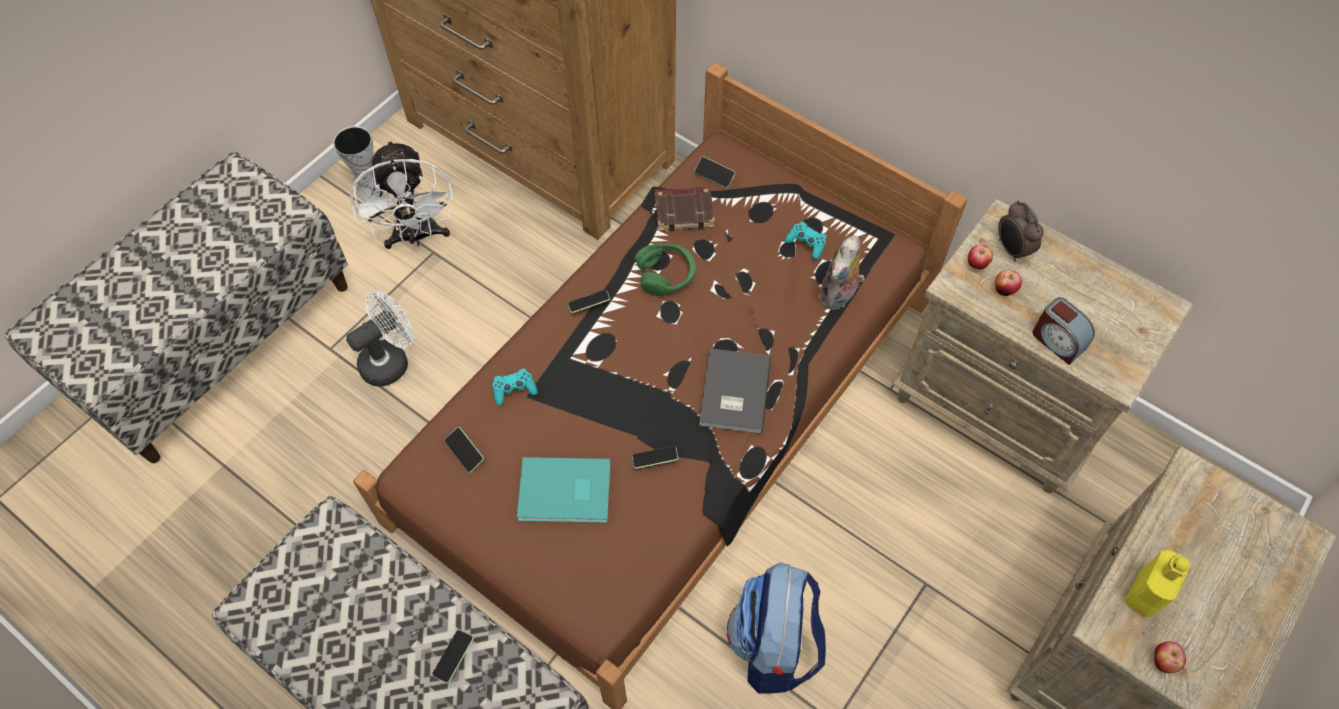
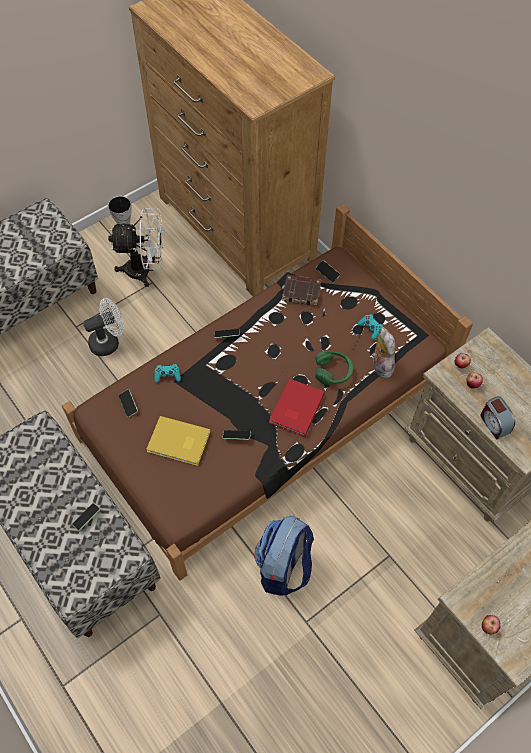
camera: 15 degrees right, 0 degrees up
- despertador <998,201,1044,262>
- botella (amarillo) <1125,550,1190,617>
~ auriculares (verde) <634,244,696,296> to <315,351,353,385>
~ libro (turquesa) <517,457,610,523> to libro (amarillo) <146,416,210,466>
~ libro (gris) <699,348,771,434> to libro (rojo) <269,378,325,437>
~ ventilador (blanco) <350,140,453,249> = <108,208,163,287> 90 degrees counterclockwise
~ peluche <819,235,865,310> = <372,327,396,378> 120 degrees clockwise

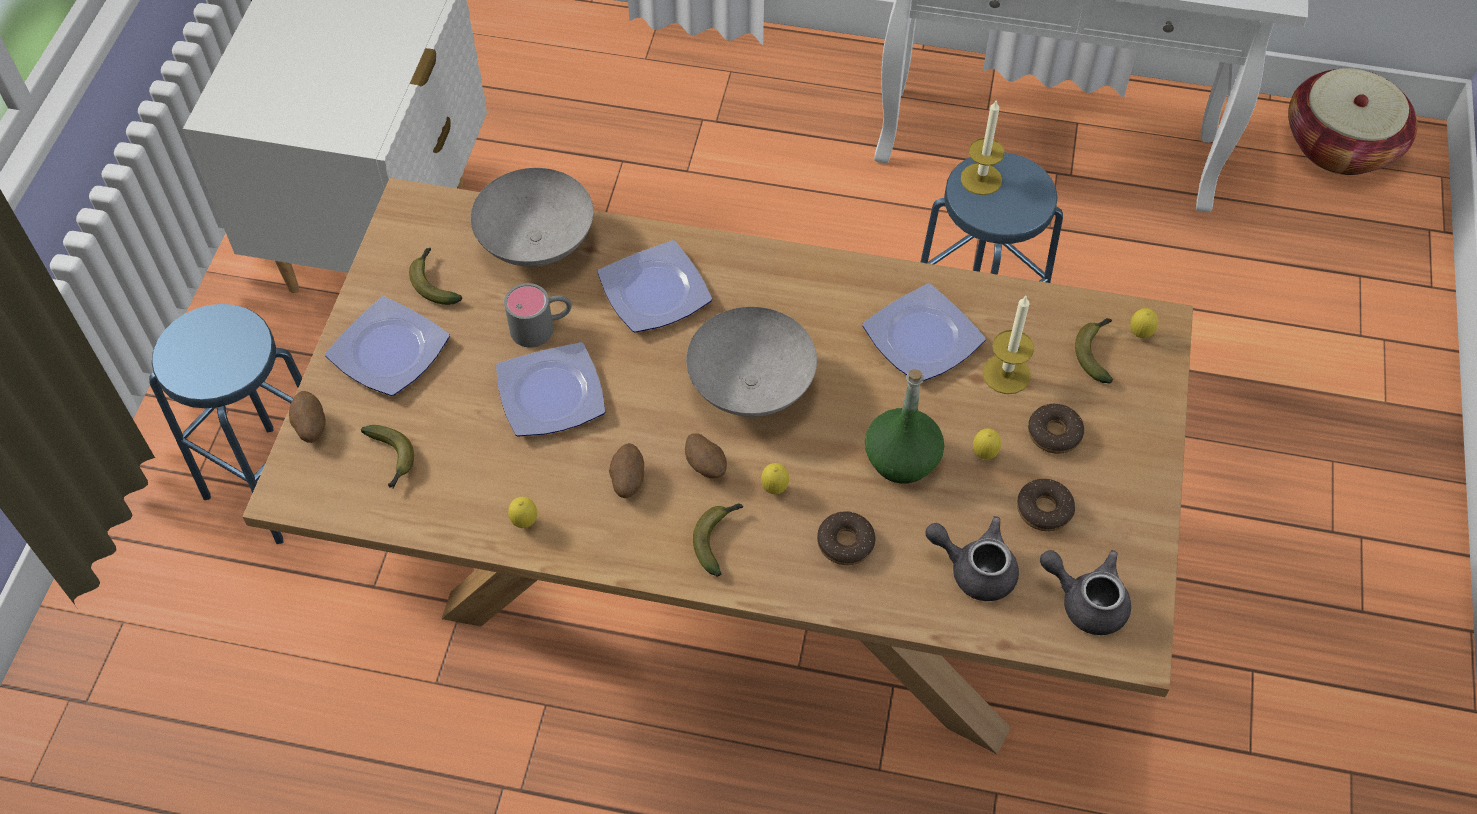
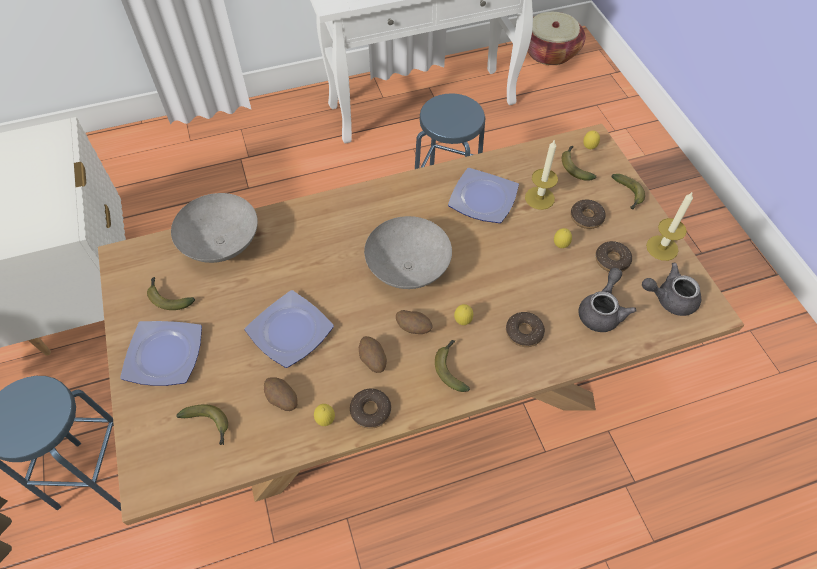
camera: 30 degrees left, 0 degrees up
- taza grande (gris) <504,283,572,348>
- plato <597,240,712,333>
- botella (verde) <865,369,944,484>
+ rosquilla <350,388,391,429>
+ plátano <611,174,645,210>
~ patata <289,391,326,443> to <264,377,298,411>
~ vela <961,99,1005,195> to <646,191,693,261>
~ tetera (gris) <925,516,1019,601> = <578,268,636,332> 120 degrees clockwise

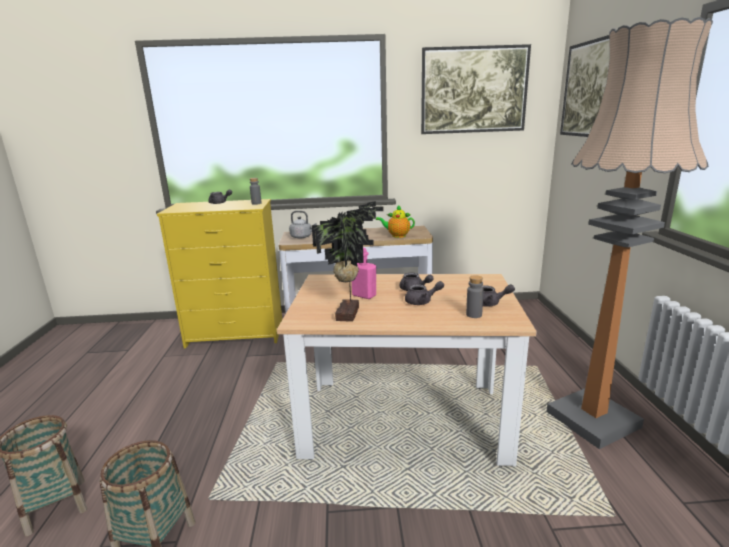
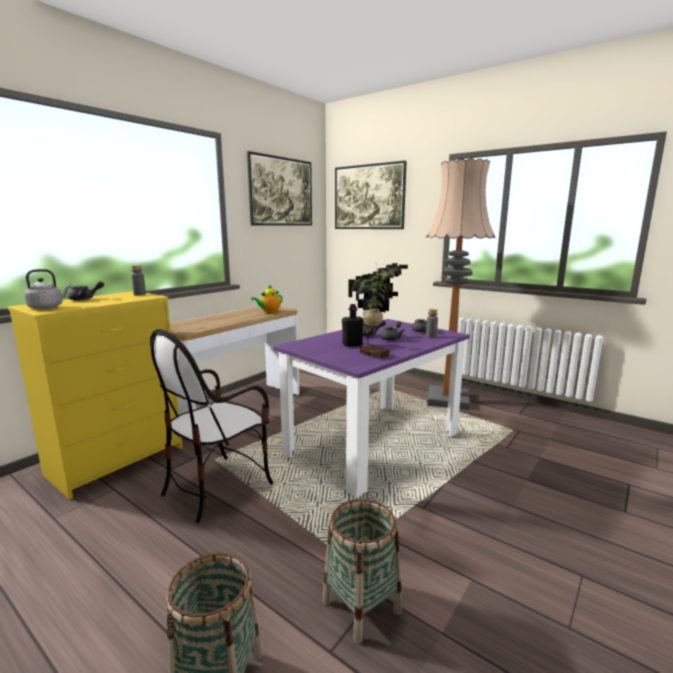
camera: 50 degrees left, 5 degrees down
+ silla <150,329,273,523>
~ hervidor (gris) <289,211,316,239> to <24,269,71,309>
~ mesa de comedor (beis) <277,274,537,467> to mesa de comedor (morado) <274,319,470,498>
~ botella (rosa) <352,248,376,299> to botella (negro) <342,304,364,347>

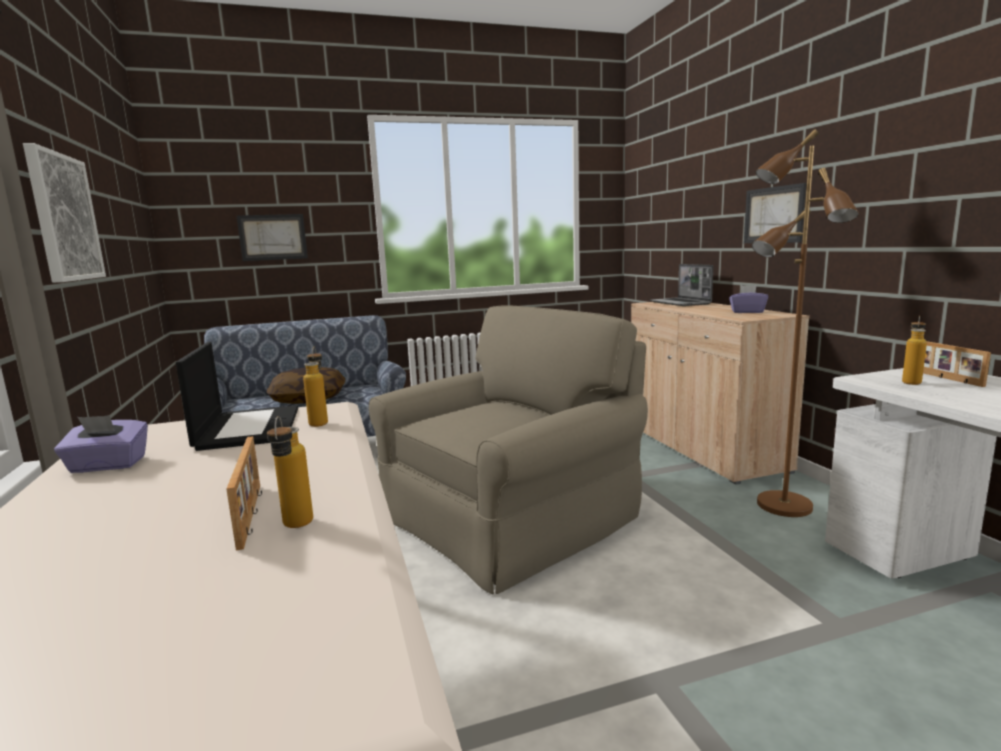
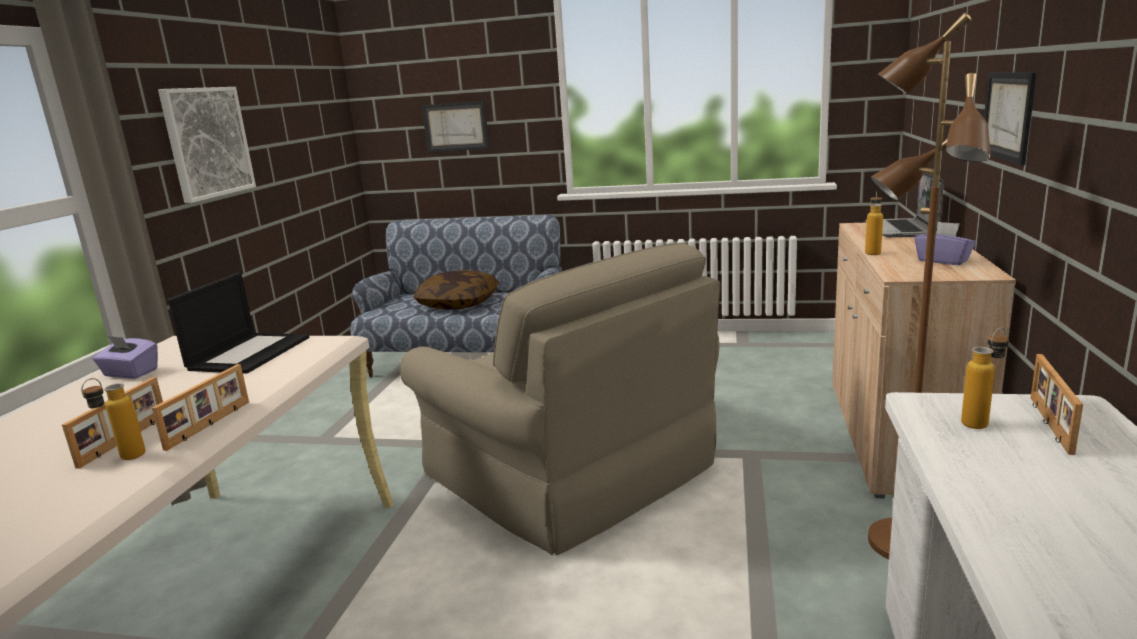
camera: 30 degrees right, 5 degrees up
+ portarretratos <152,364,249,451>
~ botella <303,347,328,427> to <865,191,883,255>
~ sillón (beis) <369,305,648,594> = <400,243,720,555> 60 degrees clockwise

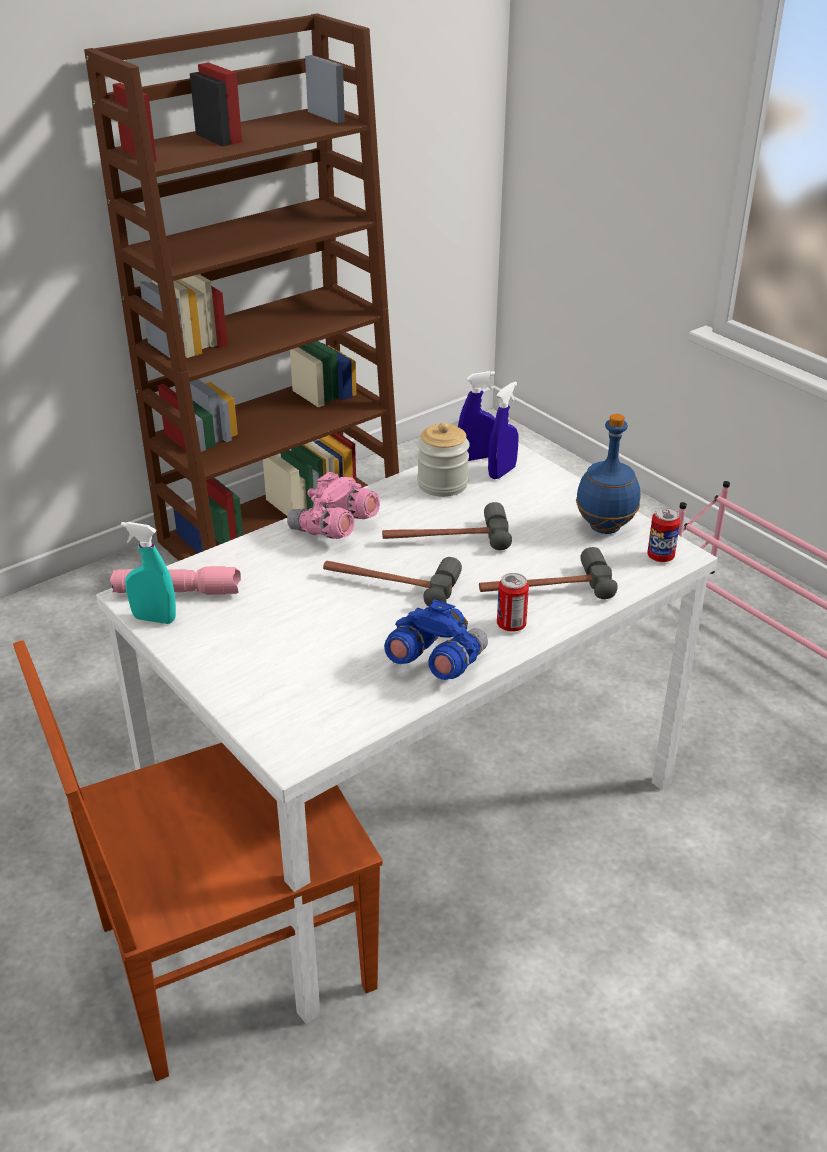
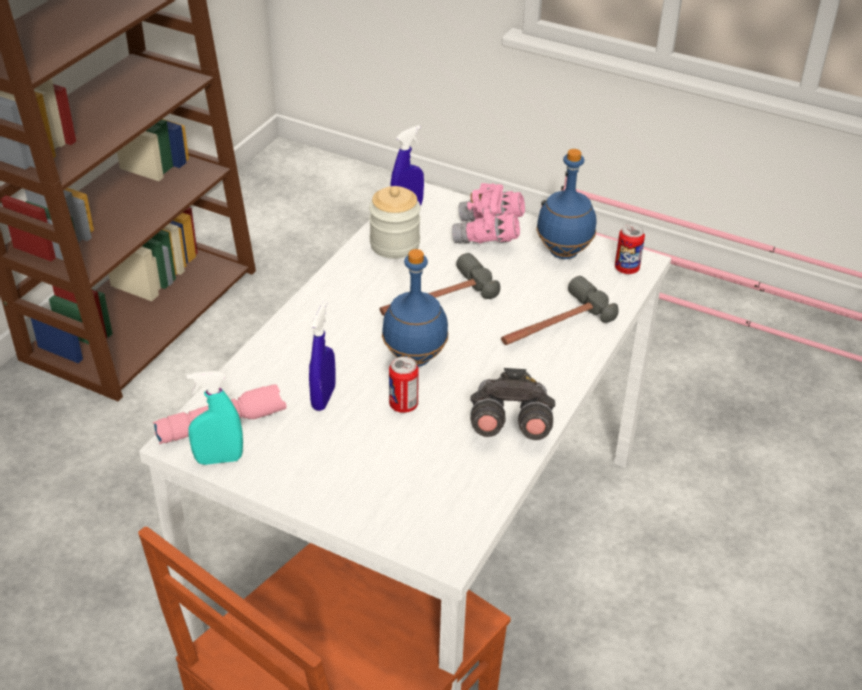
camera: 25 degrees left, 5 degrees up
~ prismáticos (rosa) <287,472,380,539> to <452,183,525,243>
~ pulverizador (azul) <488,381,519,479> to <309,301,336,411>
~ lata <497,573,529,632> to <389,357,419,413>
~ martillo <323,557,462,607> to botella (azul) <382,249,448,367>
~ prismáticos (azul) <384,599,488,680> to prismáticos (gris) <470,368,555,440>

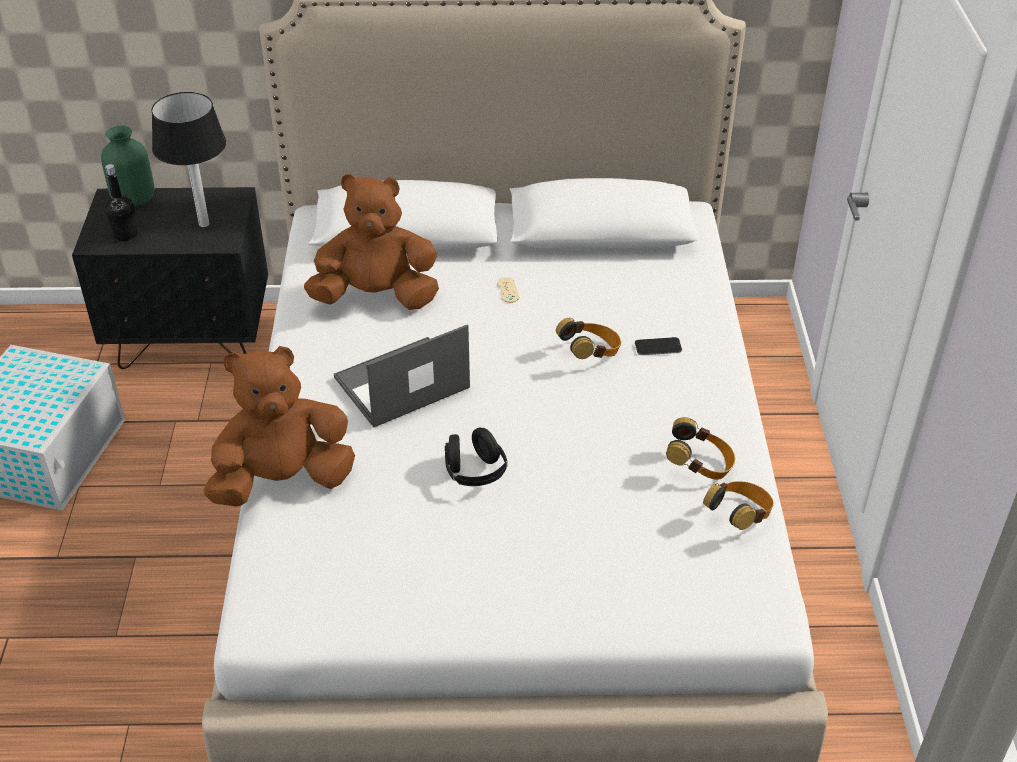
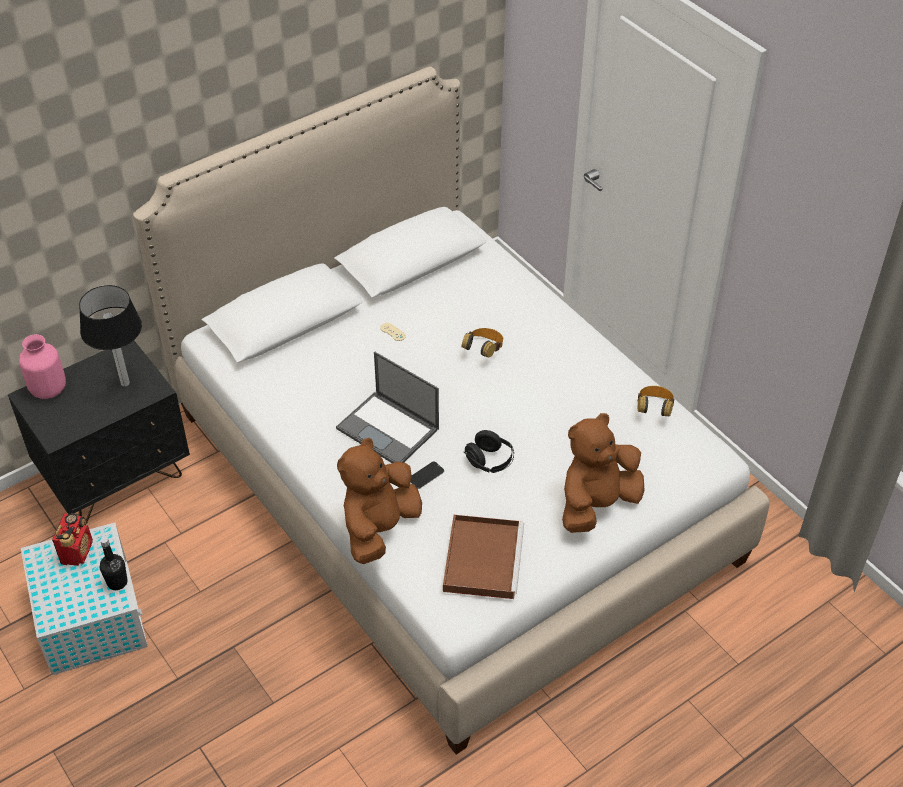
camera: 35 degrees left, 5 degrees up
- auriculares <666,417,735,480>
+ radio <52,513,93,566>
+ bandeja (marrón) <443,515,524,599>
~ botella (negro) <105,164,137,241> to <99,537,128,590>
~ peluche (marrón) <304,173,439,310> to <562,413,645,533>
~ móvil <635,337,682,355> to <411,461,444,489>
~ florero (verde) <101,126,154,207> to florero (rosa) <19,334,66,399>
~ portátil <334,324,470,428> = <336,351,439,463> 75 degrees counterclockwise

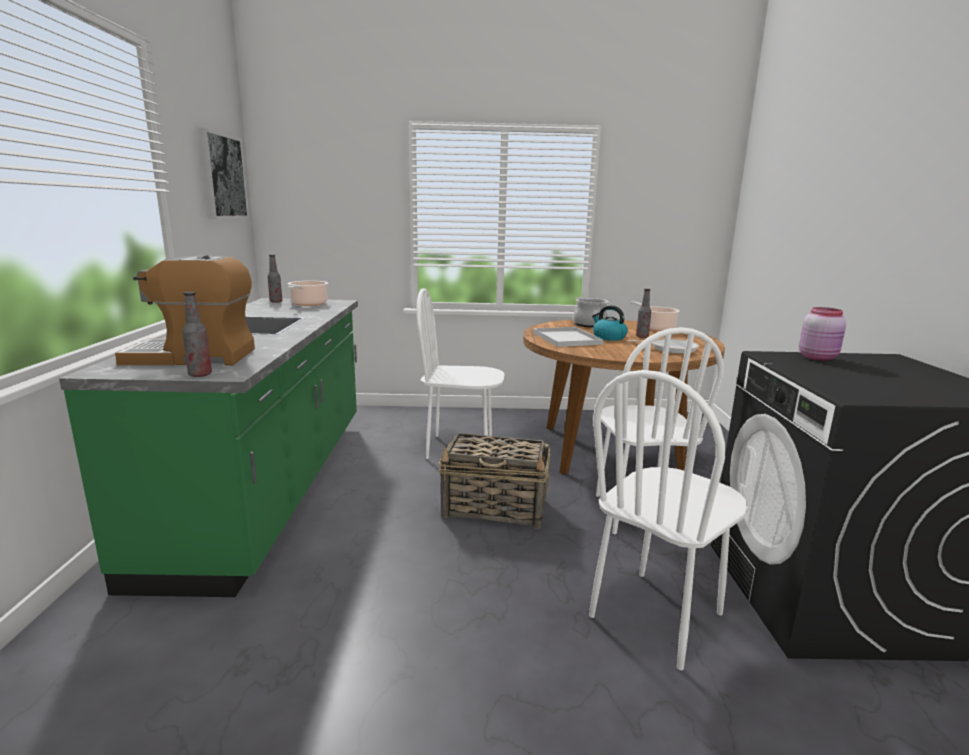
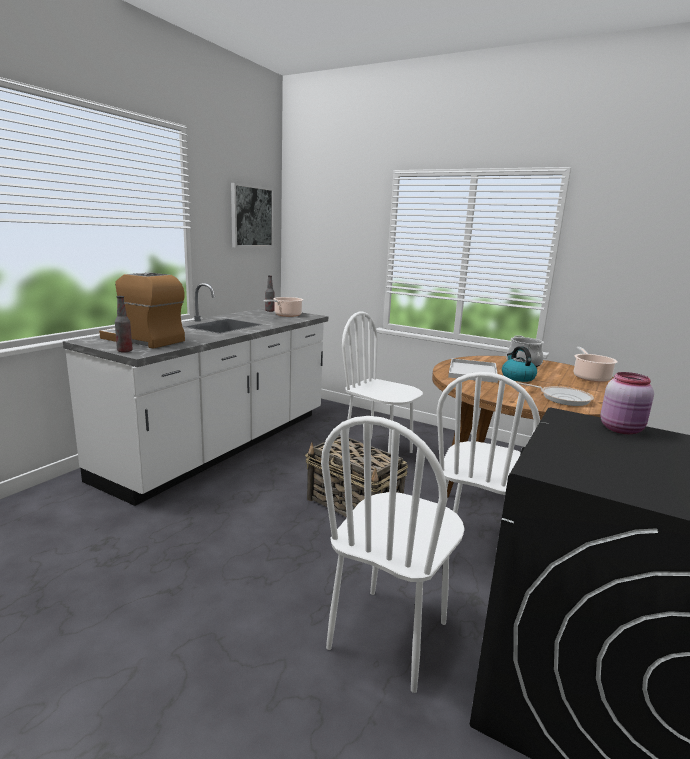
camera: 30 degrees right, 0 degrees up
- botella <636,289,651,338>
~ mueble bajo de cocina (verde) <59,298,358,597> to mueble bajo de cocina (blanco) <63,283,328,506>
~ silla (blanco) <589,370,748,670> = <321,416,465,693> 45 degrees counterclockwise

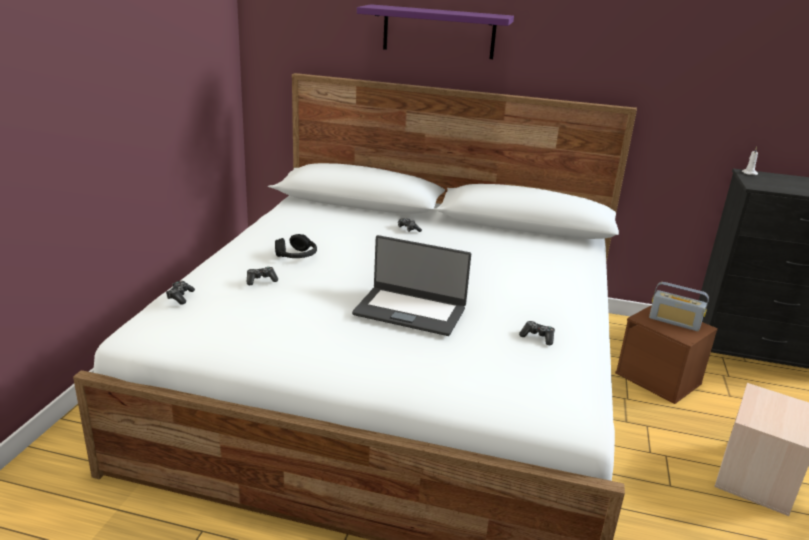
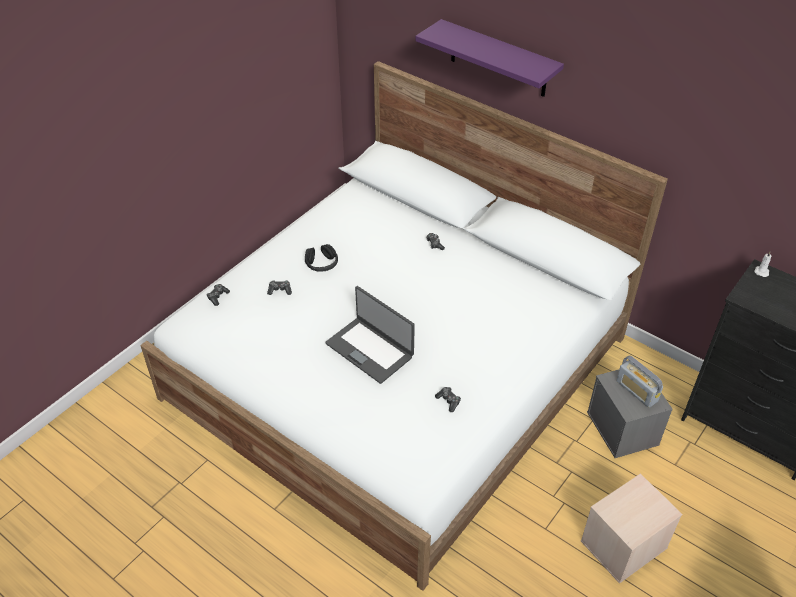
camera: 25 degrees right, 20 degrees up
~ caja de almacenaje (marrón) <615,305,718,404> to caja de almacenaje (gris) <587,370,673,458>

